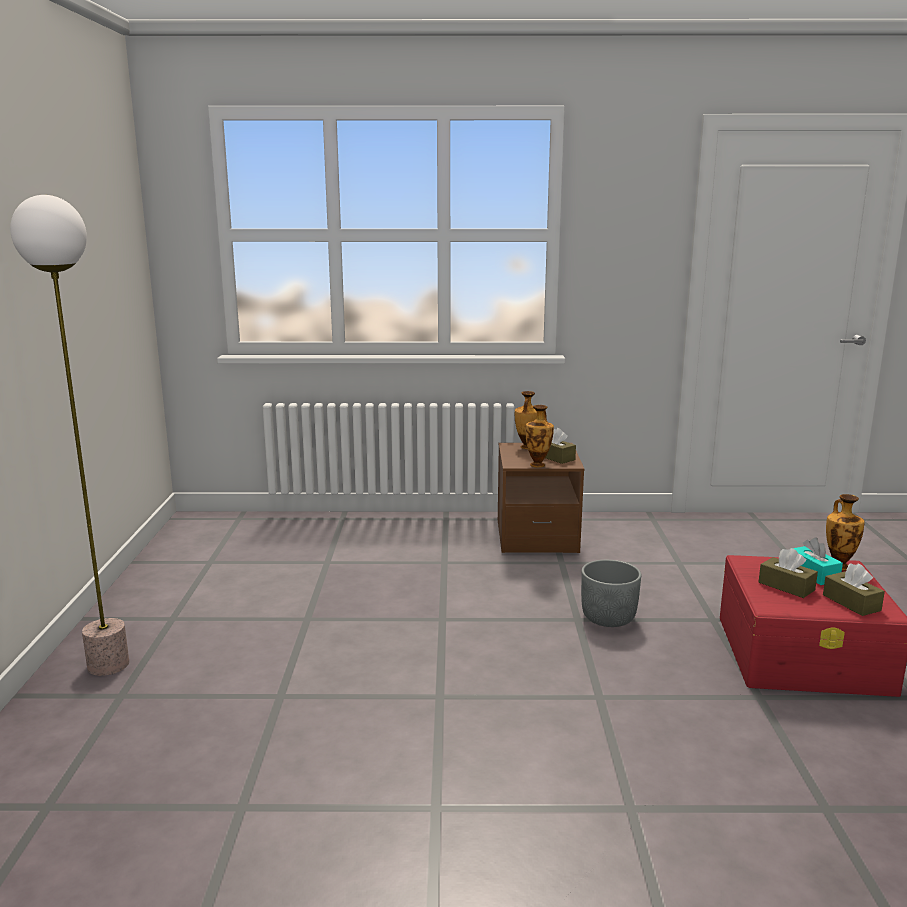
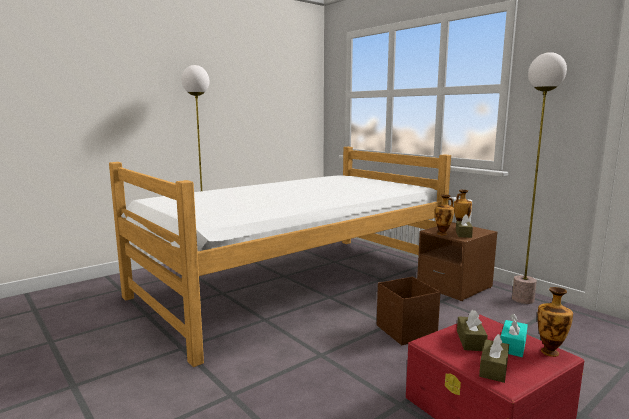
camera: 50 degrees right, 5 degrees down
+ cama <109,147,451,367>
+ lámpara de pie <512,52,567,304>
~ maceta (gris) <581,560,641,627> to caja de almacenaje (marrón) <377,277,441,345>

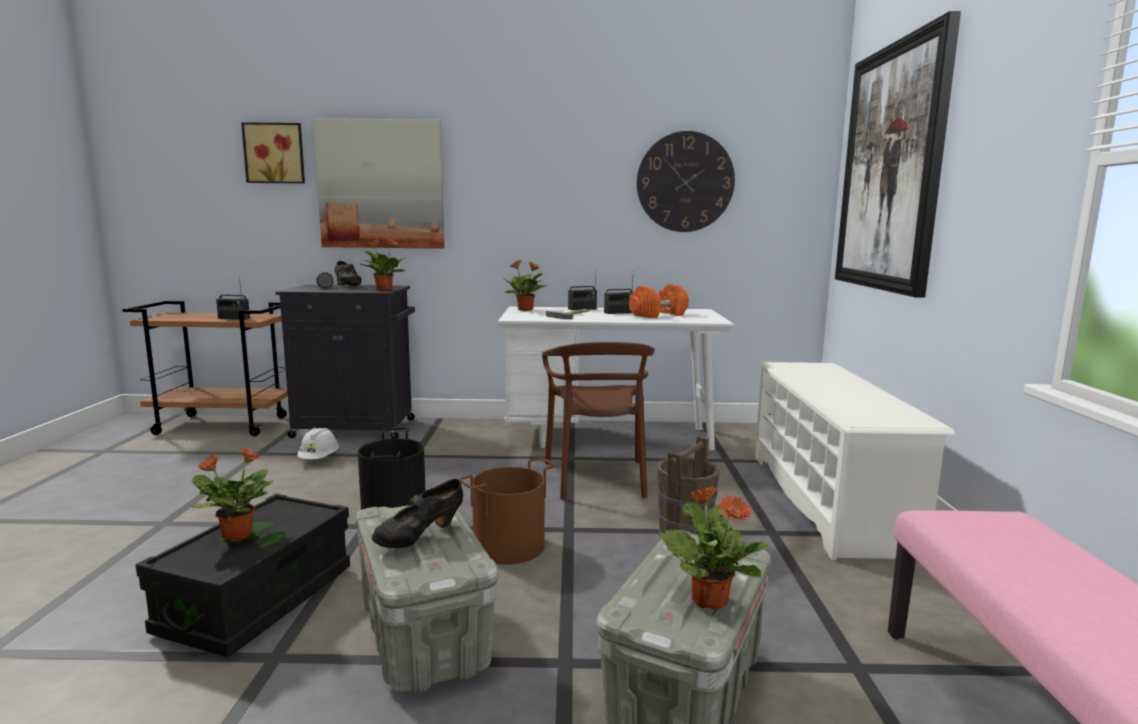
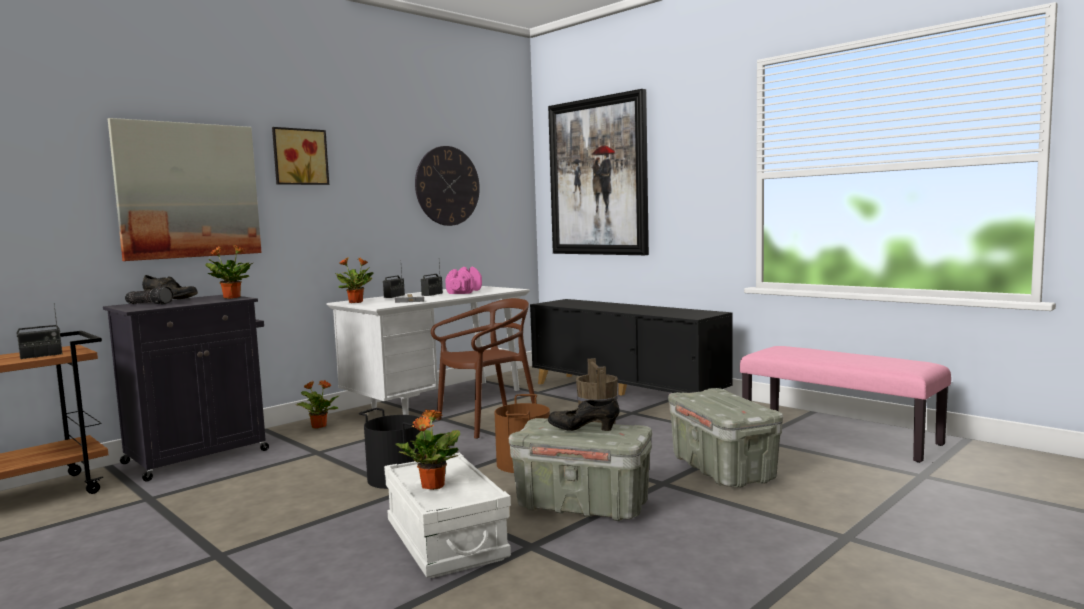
camera: 45 degrees left, 5 degrees down
- casco (blanco) <297,428,339,459>
~ cuadro <241,122,305,184> to <272,127,329,185>
~ planta en maceta <660,486,770,609> to <297,380,340,429>
~ zapatero (blanco) <755,362,955,560> to armario (negro) <530,299,732,396>
~ caja de almacenaje (negro) <136,494,350,657> to caja de almacenaje (blanco) <384,453,511,578>
~ mancuerna (naranja) <629,284,689,318> to mancuerna (rosa) <445,267,482,294>
~ zapato (negro) <372,479,463,548> = <548,398,619,431> 105 degrees clockwise
~ silla (marrón) <542,342,655,500> = <431,298,535,439> 75 degrees counterclockwise

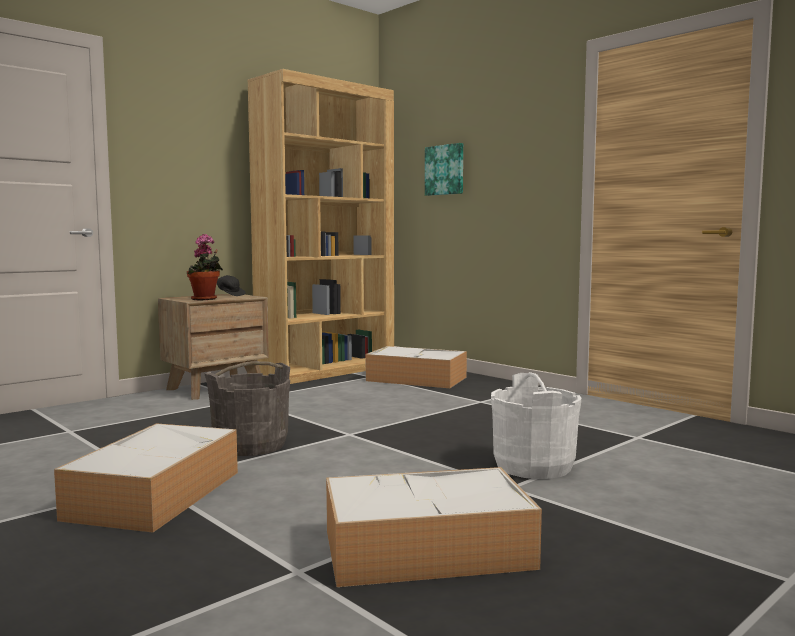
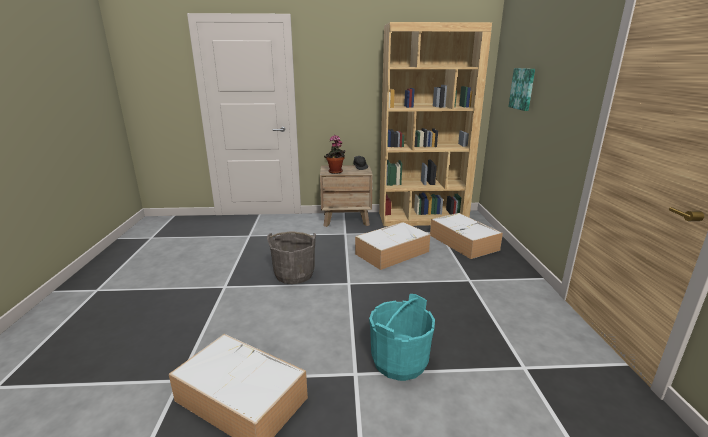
camera: 40 degrees right, 15 degrees up
~ caja de almacenaje <54,423,238,533> to <355,222,430,270>
~ cubo (blanco) <491,372,581,479> to cubo (turquesa) <369,294,435,381>

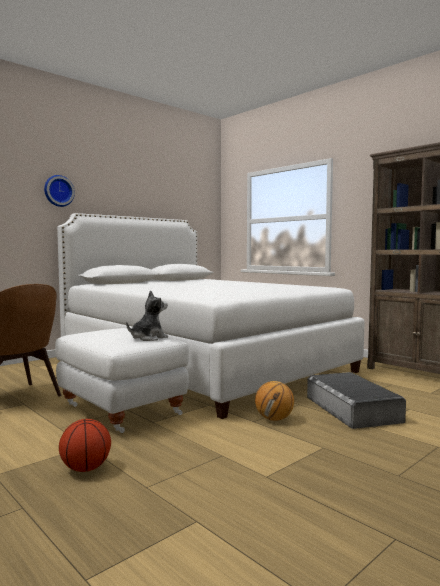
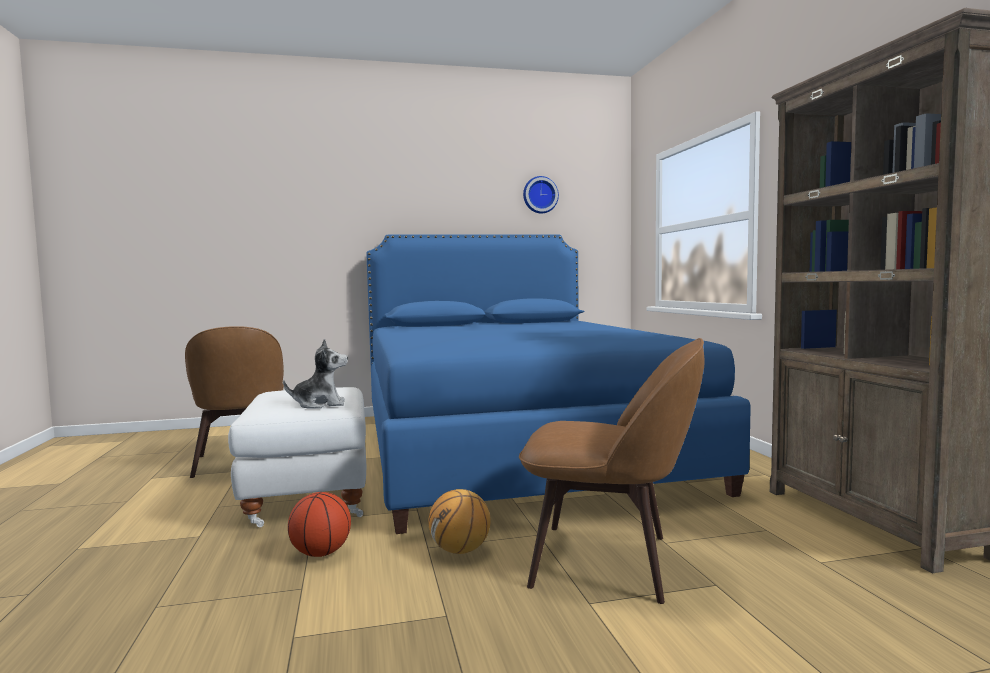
camera: 30 degrees right, 0 degrees up
~ reloj de pared <44,175,75,207> to <523,176,559,214>
~ balón de baloncesto <59,419,111,472> to <288,492,351,557>
~ caja de almacenaje (gris) <307,372,406,429> to silla (marrón) <519,338,705,604>
~ cama (blanco) <57,213,365,419> to cama (azul) <366,234,751,534>

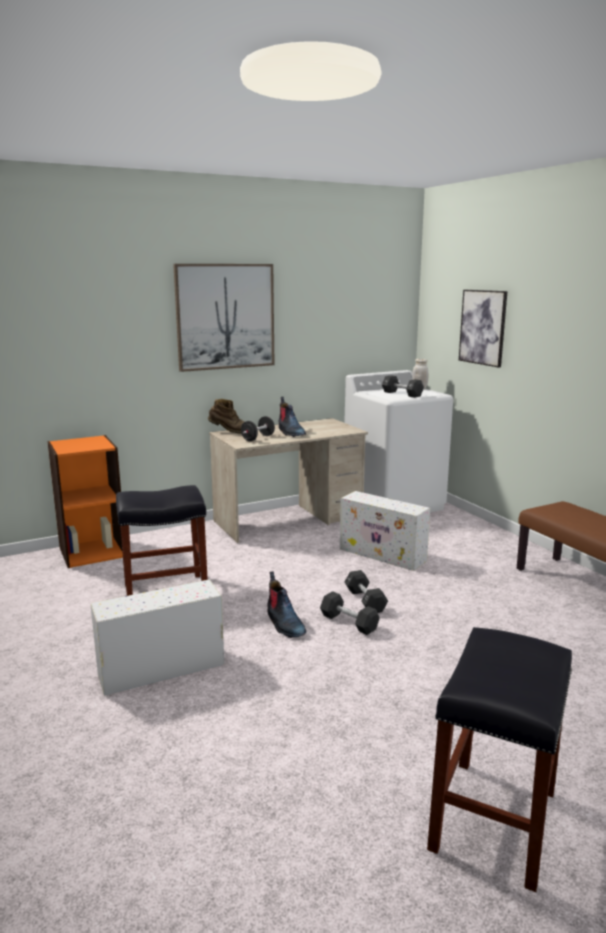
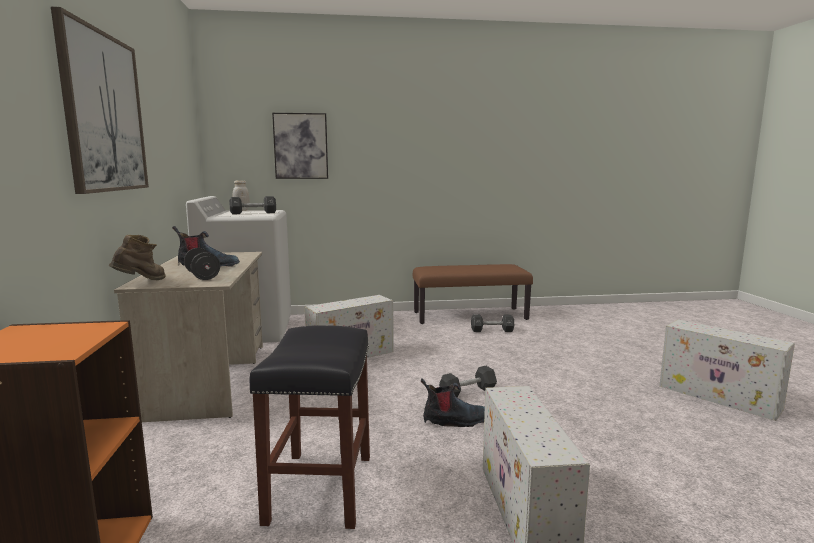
camera: 70 degrees left, 5 degrees down
~ mancuerna (negro) <345,570,388,613> to <471,314,514,332>
~ taburete (negro) <427,627,572,892> to caja de almacenaje (blanco) <659,319,795,421>

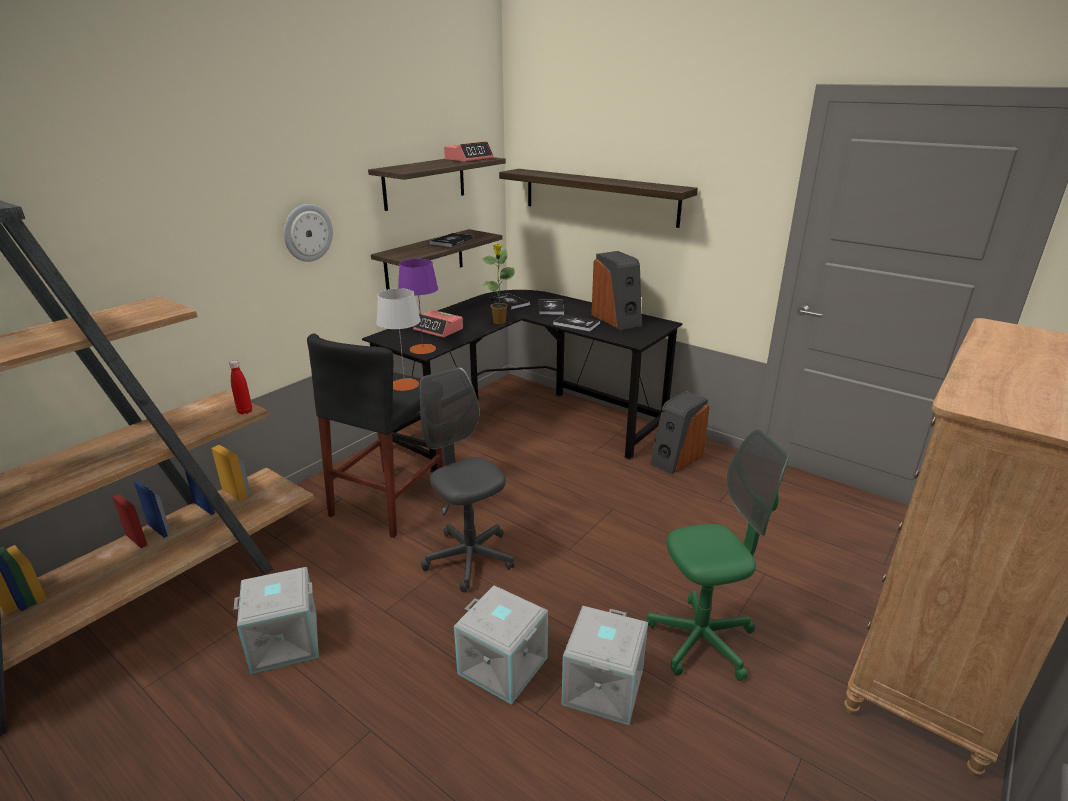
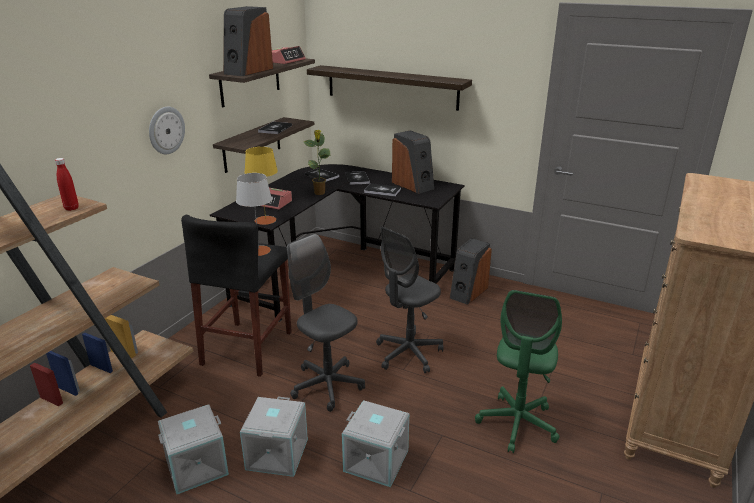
camera: 10 degrees left, 0 degrees up
+ altavoz <223,6,273,76>
+ silla de oficina (gris) <376,227,444,373>
~ botella (rojo) <229,360,252,414> to <55,158,79,211>
~ caja de almacenaje (gris) <561,606,648,725> to <240,397,308,477>
~ lámpara de mesa (morado) <398,259,438,354> to lámpara de mesa (amarillo) <244,147,278,225>
~ silla de oficina (verde) <646,429,789,681> = <475,290,562,453> 135 degrees clockwise

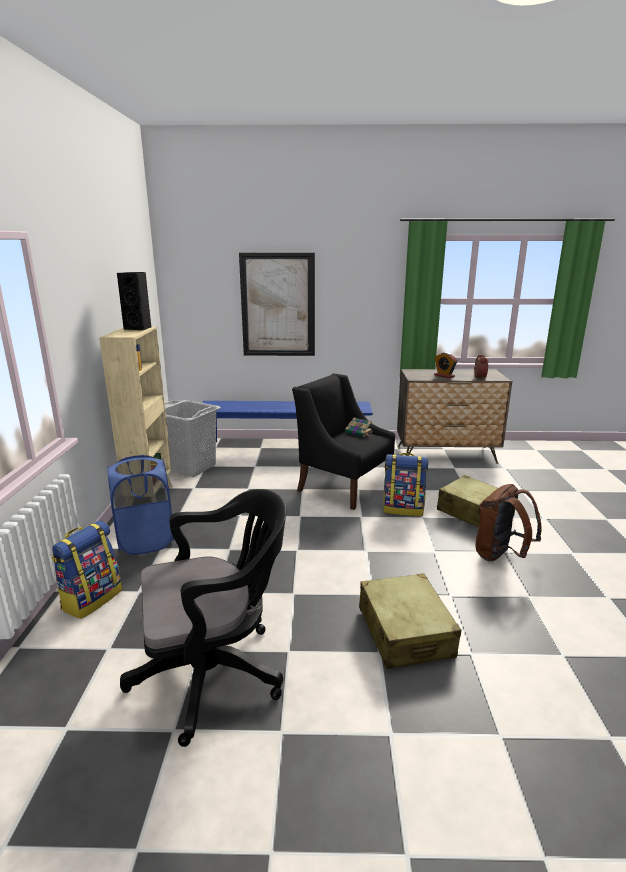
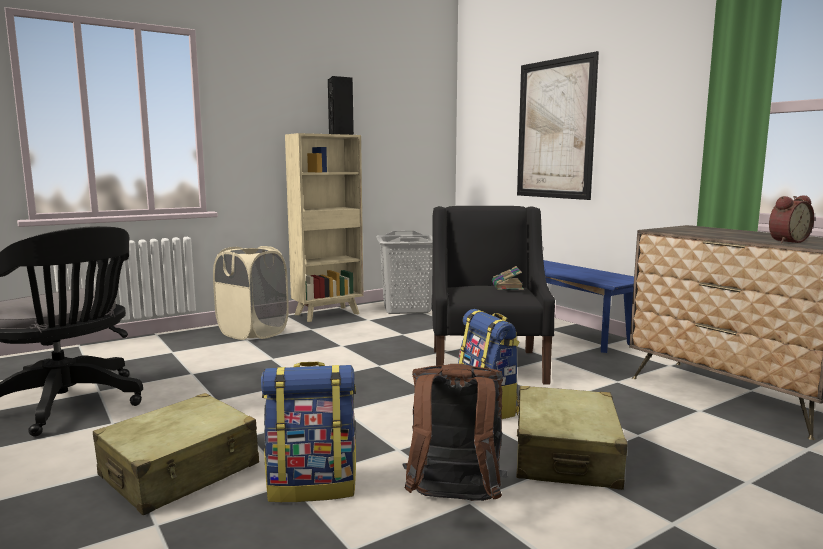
camera: 55 degrees right, 10 degrees down
- despertador <434,352,457,378>
~ mochila <52,521,122,619> to <261,361,356,502>
~ cesto de la ropa (azul) <108,455,174,555> to cesto de la ropa (beis) <213,246,289,340>

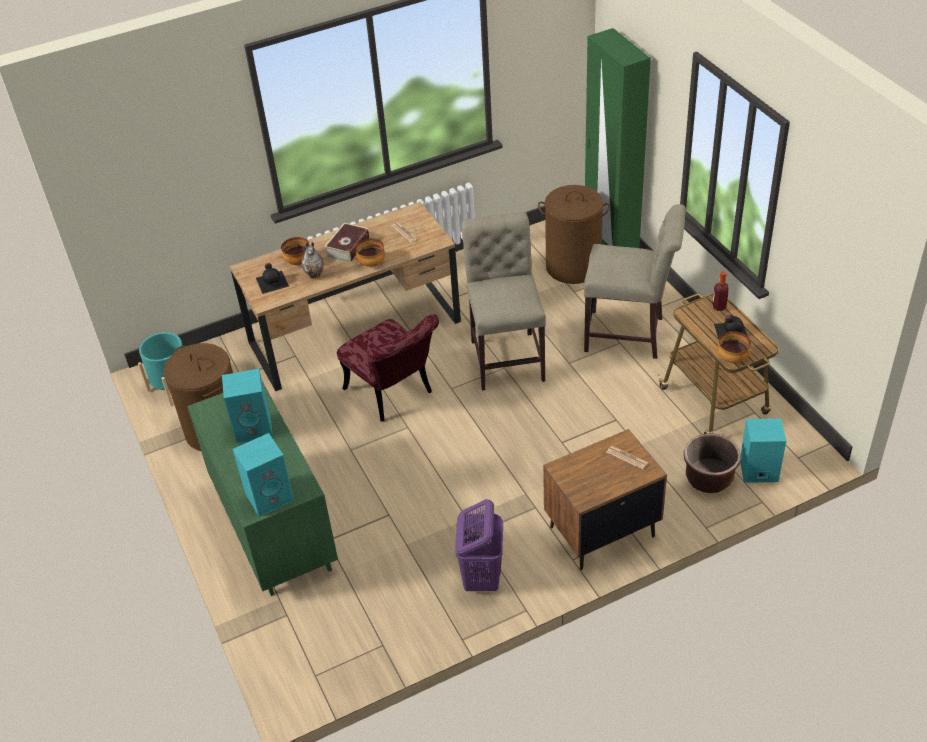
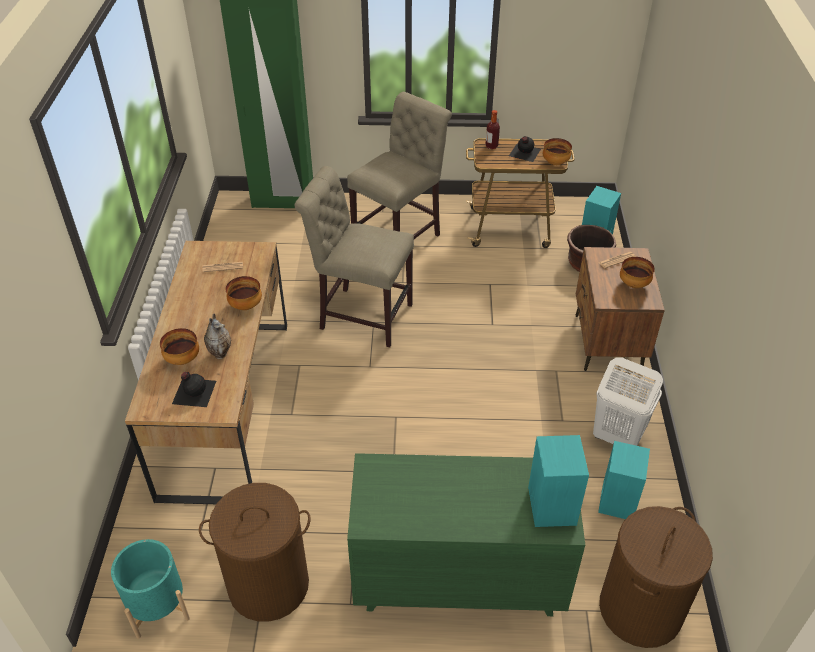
camera: 65 degrees left, 0 degrees up
- libro <324,223,370,263>
- silla (rojo) <337,314,439,422>
+ cuenco <620,257,655,288>
~ altavoz (turquesa) <222,369,273,444> to <598,441,650,519>
~ cesto de la ropa (marrón) <538,185,610,284> to <599,506,713,648>
~ cesto de la ropa (morado) <455,499,503,591> to cesto de la ropa (blanco) <593,357,663,446>

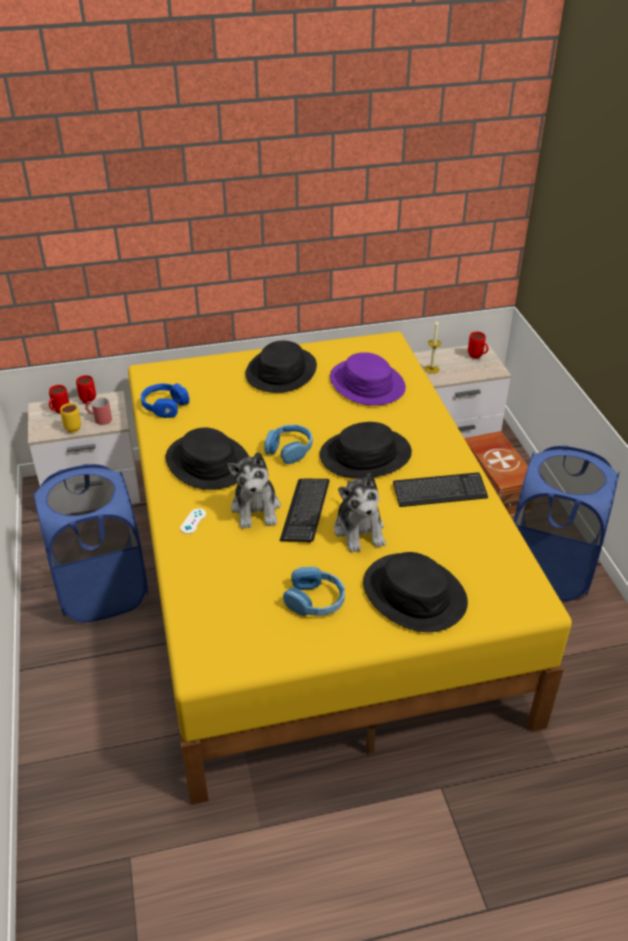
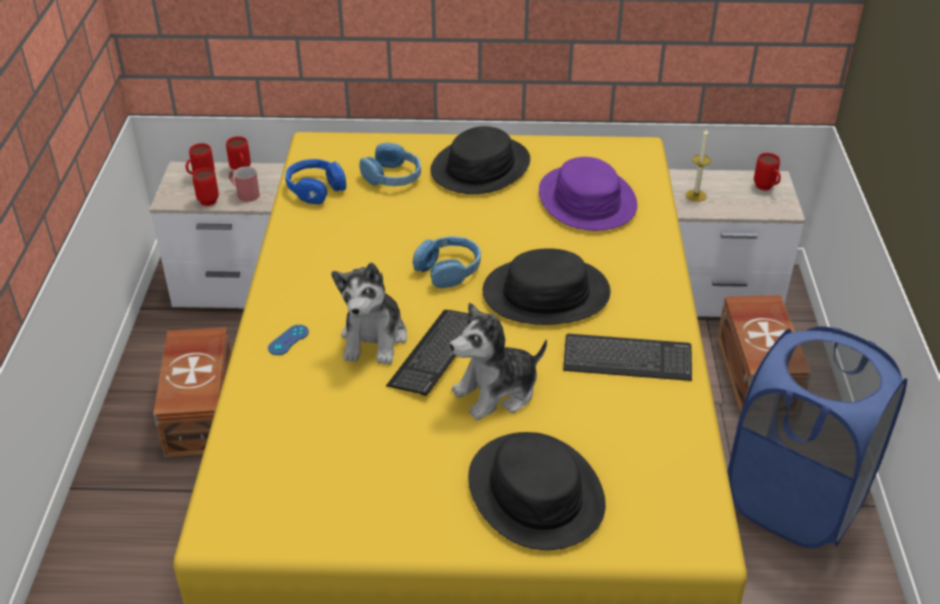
camera: 15 degrees right, 0 degrees up
- sombrero (negro) <166,428,249,490>
~ auriculares (azul) <283,567,345,616> to <359,143,421,186>
~ cesto de la ropa (azul) <33,464,148,623> to caja de almacenaje (marrón) <153,327,231,457>
~ taza grande (amarillo) <60,403,81,433> to taza grande (rojo) <192,168,219,206>
~ mando de consola (blanco) <180,508,206,534> to mando de consola (azul) <268,325,309,355>
~ peluche <334,473,386,553> = <450,303,547,420> 60 degrees clockwise

